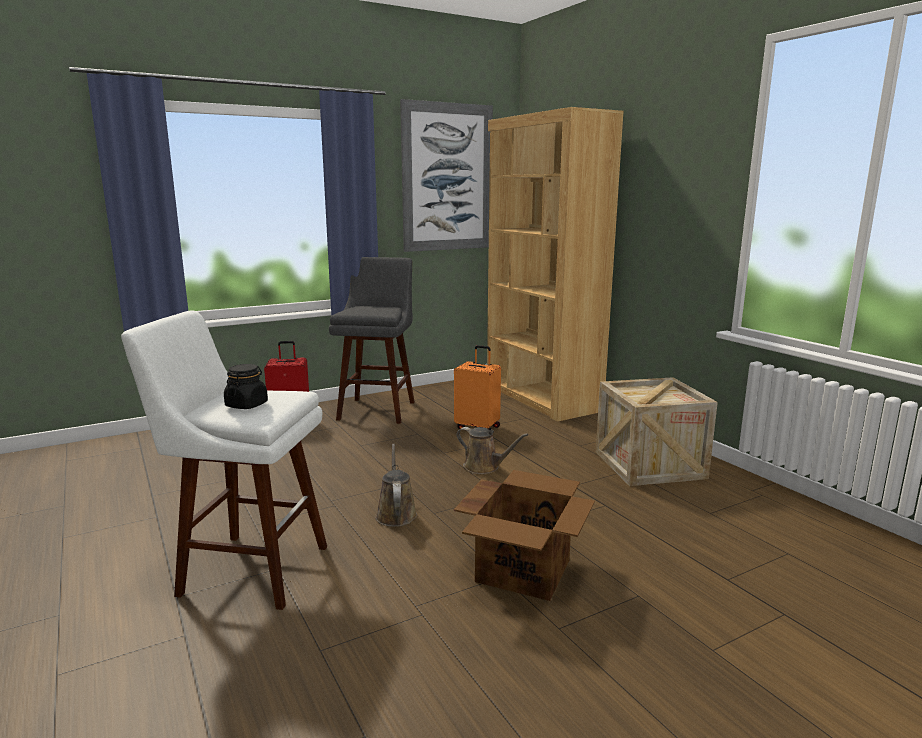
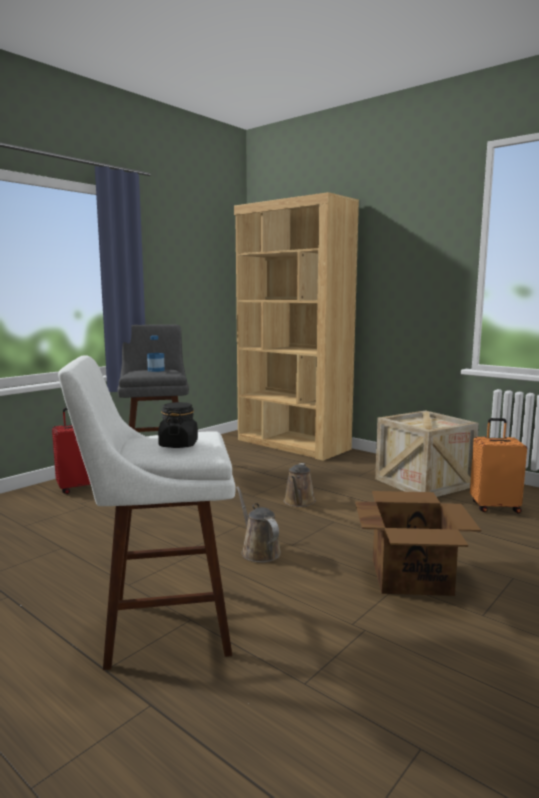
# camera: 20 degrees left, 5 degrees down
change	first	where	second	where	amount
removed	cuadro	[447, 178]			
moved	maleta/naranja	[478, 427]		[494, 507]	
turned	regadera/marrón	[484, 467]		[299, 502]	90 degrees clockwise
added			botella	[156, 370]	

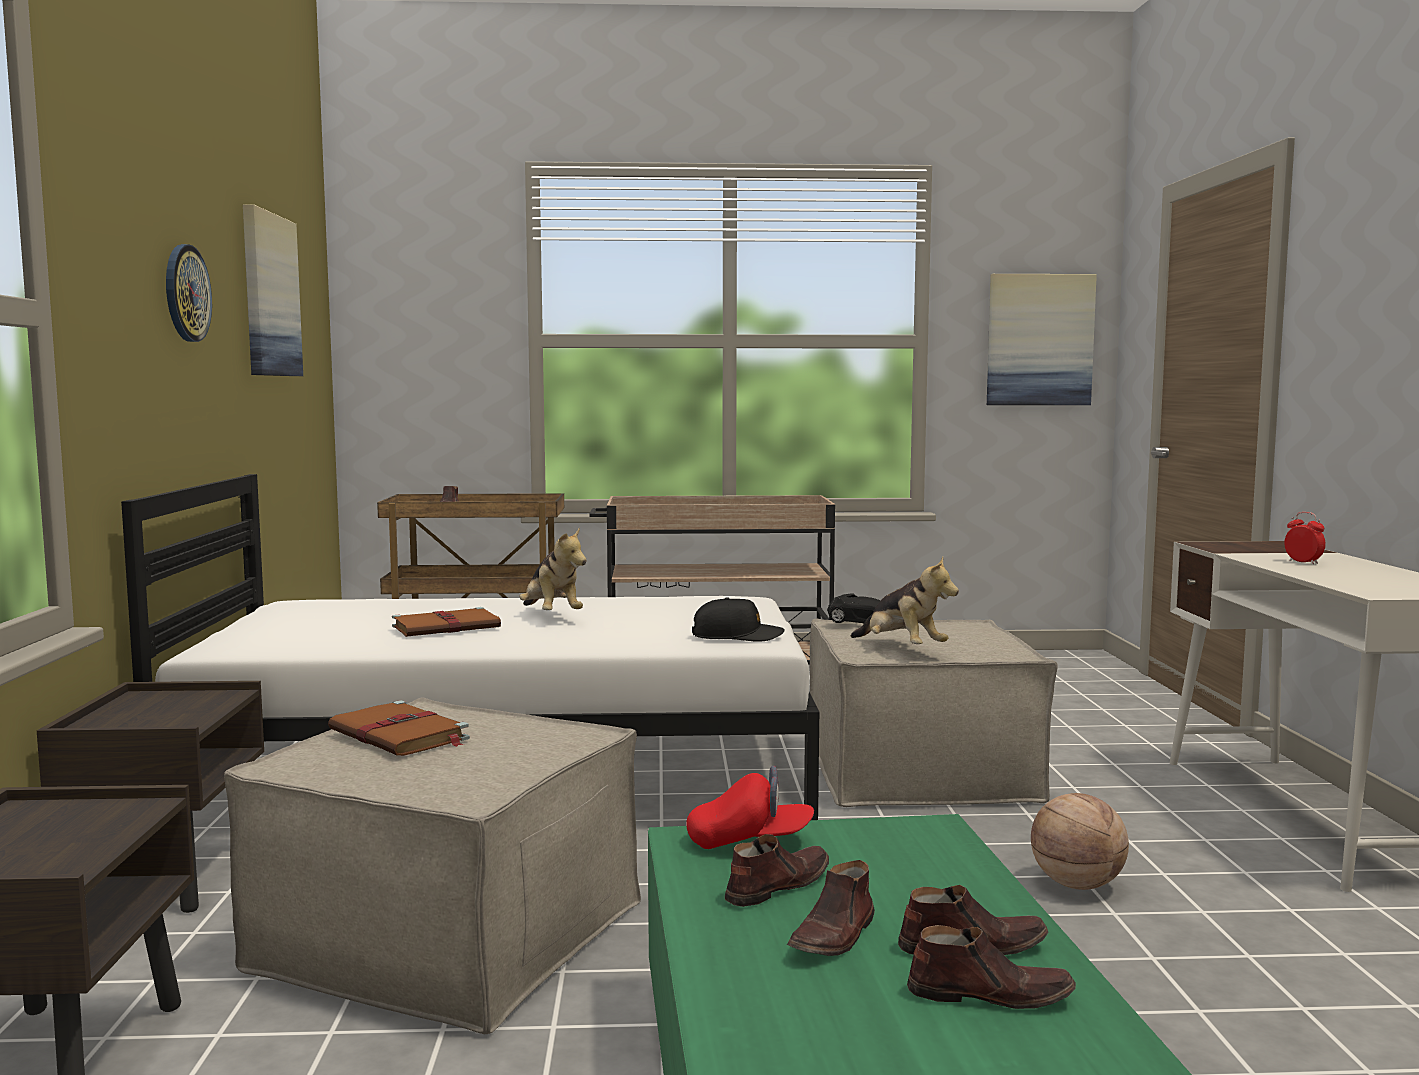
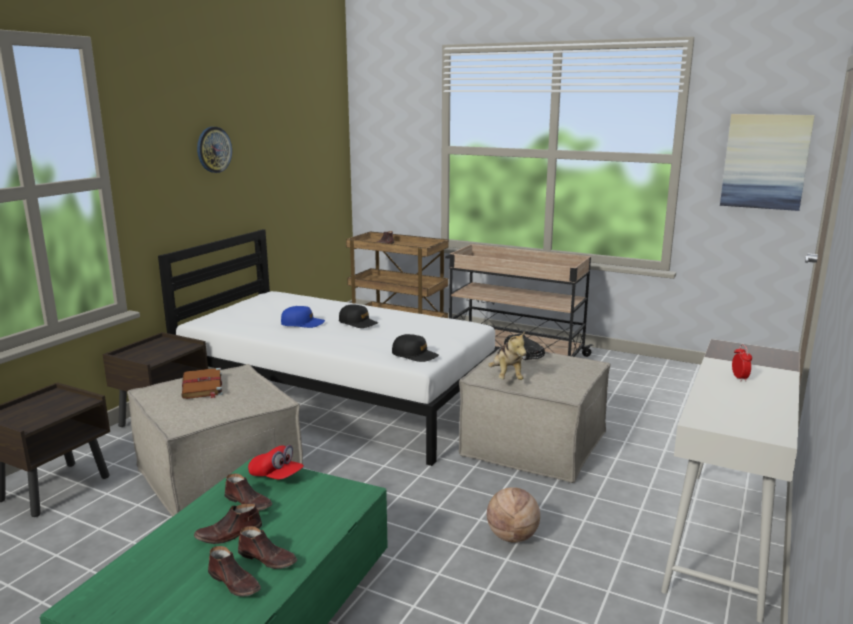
# camera: 30 degrees right, 10 degrees up
change	first	where	second	where	amount
removed	cuadro	[269, 295]			
replaced	libro/marrón	[448, 627]	gorra/azul	[302, 323]	
replaced	peluche	[551, 615]	gorra/negro	[358, 323]	
turned	zapato/marrón	[776, 886]		[249, 502]	45 degrees clockwise

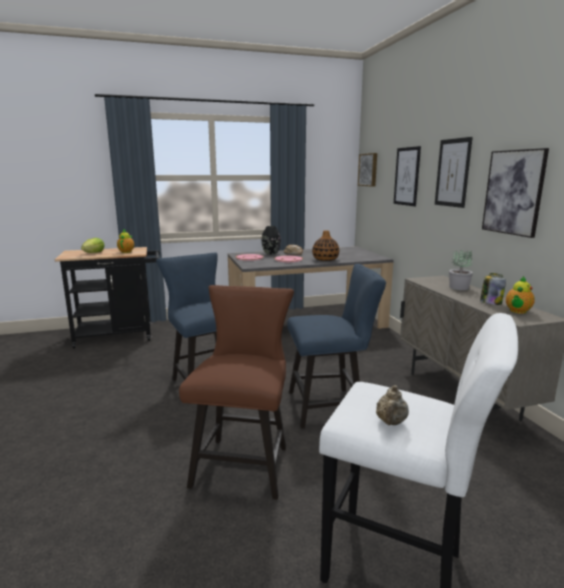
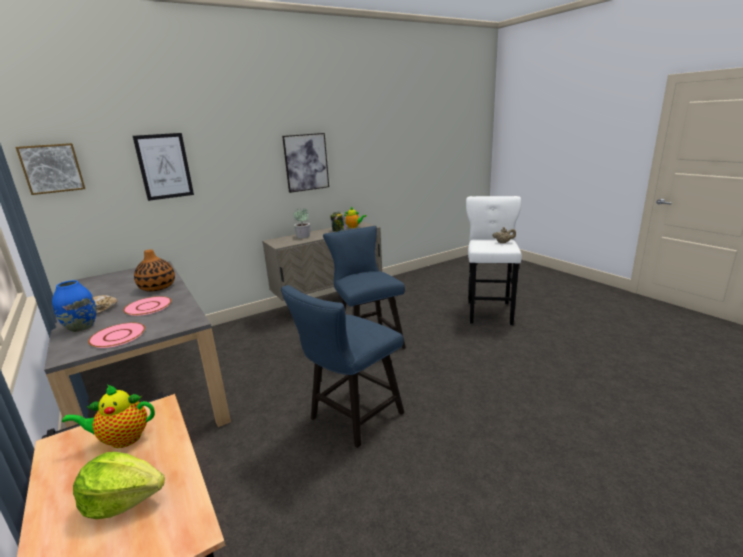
# camera: 105 degrees left, 5 degrees up
change	first	where	second	where	amount
removed	silla/marrón	[244, 461]			
recoloured	florero/negro	[271, 253]	florero/azul	[81, 327]	
removed	cuadro	[452, 173]			

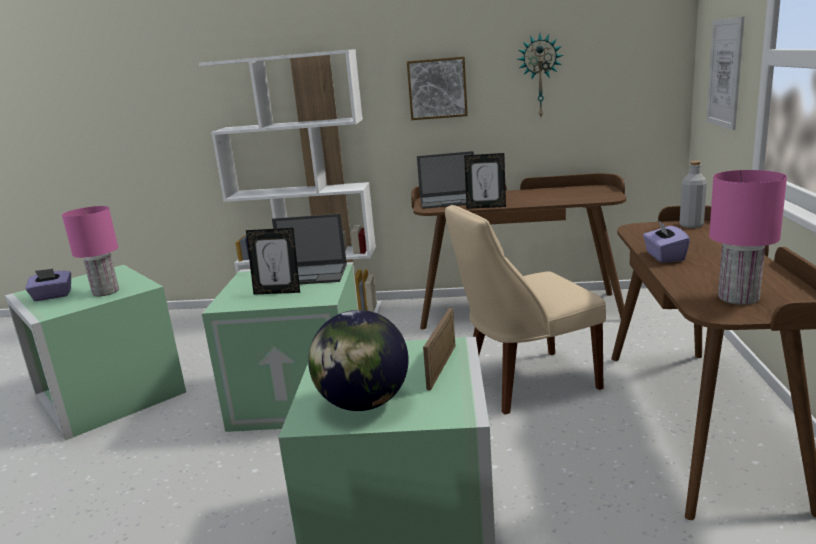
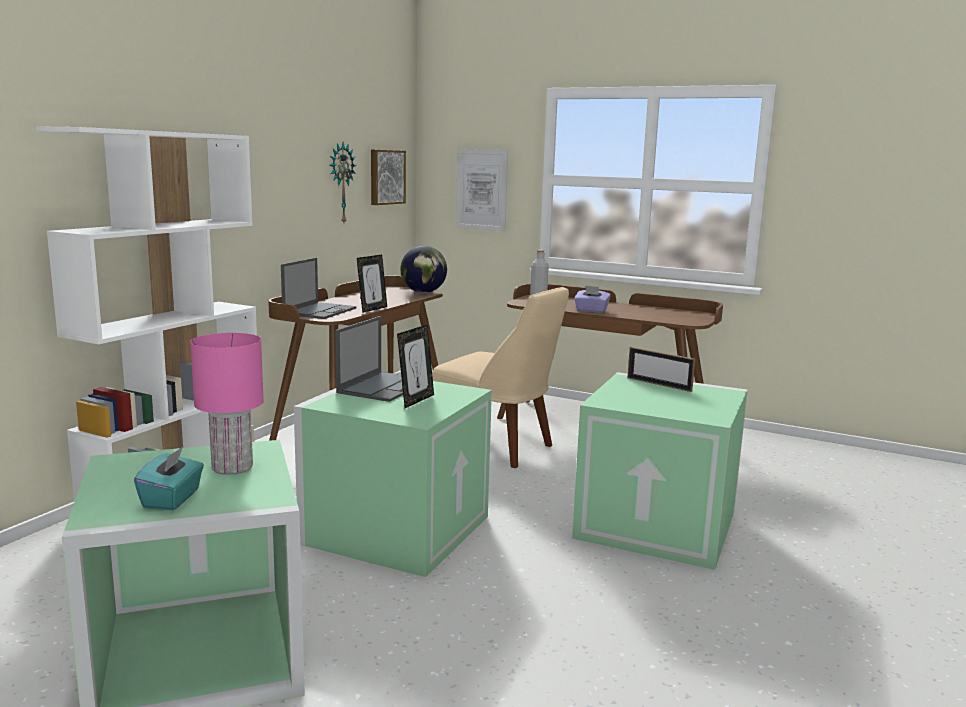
# camera: 70 degrees left, 5 degrees down
change	first	where	second	where	amount
recoloured	caja de pañuelos/morado	[52, 296]	caja de pañuelos/turquesa	[172, 499]	
moved	globo terráqueo	[363, 404]		[423, 292]	
moved	cuadro	[437, 88]		[386, 177]	
turned	silla/beis	[525, 383]		[498, 448]	60 degrees counterclockwise
removed	lámpara de mesa/rosa	[737, 298]			

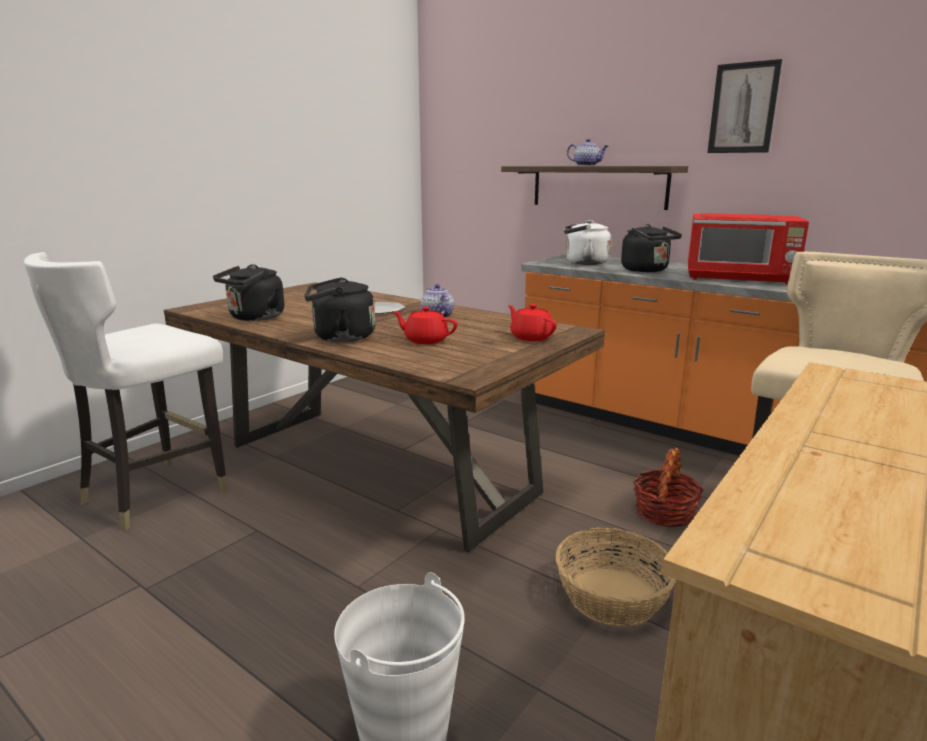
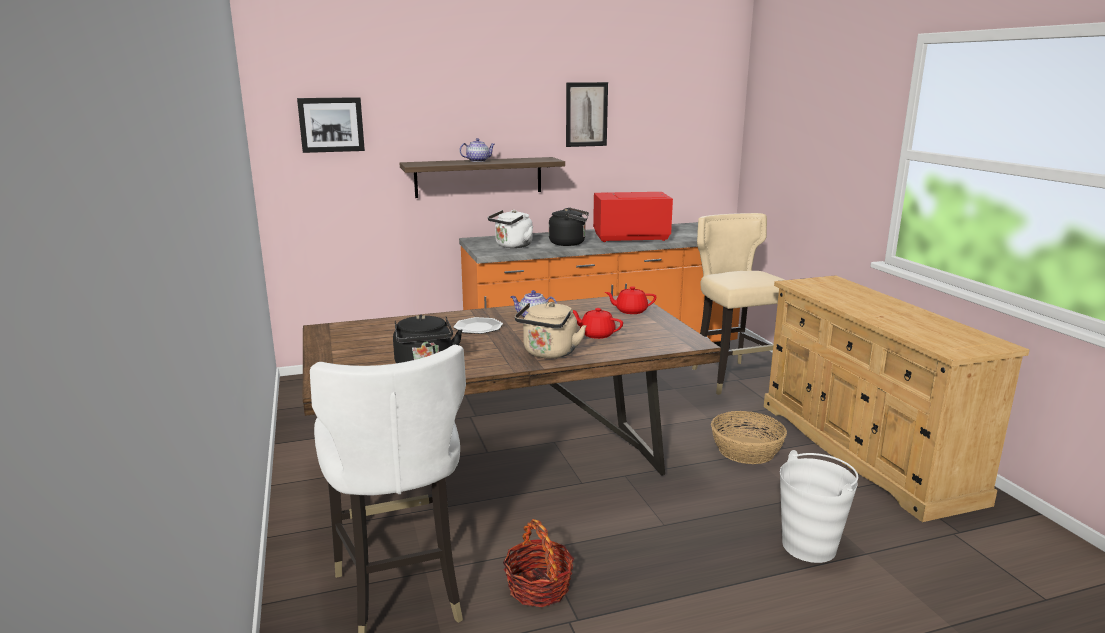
# camera: 55 degrees left, 0 degrees up
change	first	where	second	where	amount
recoloured	hervidor/negro	[340, 337]	hervidor/beis	[549, 353]	
turned	tetera/rojo	[425, 340]		[596, 334]	60 degrees clockwise
moved	cesta	[664, 512]		[539, 587]	
turned	microondas/rojo	[739, 278]		[629, 237]	150 degrees counterclockwise
added			cuadro	[331, 124]	

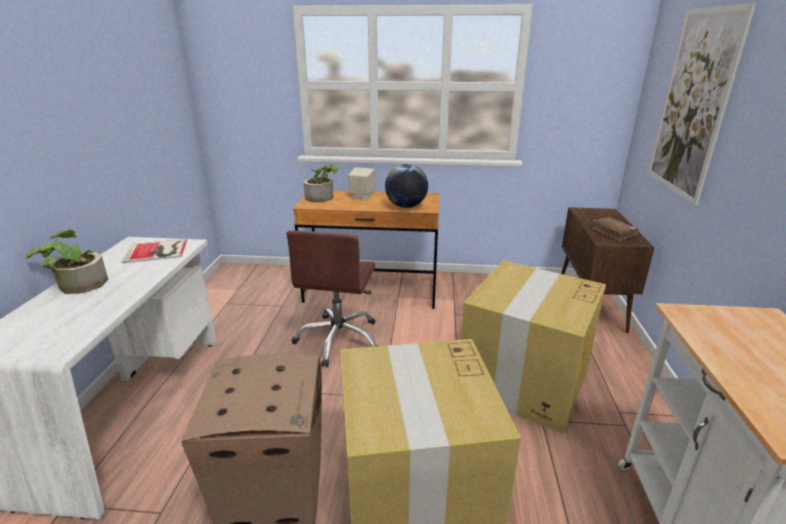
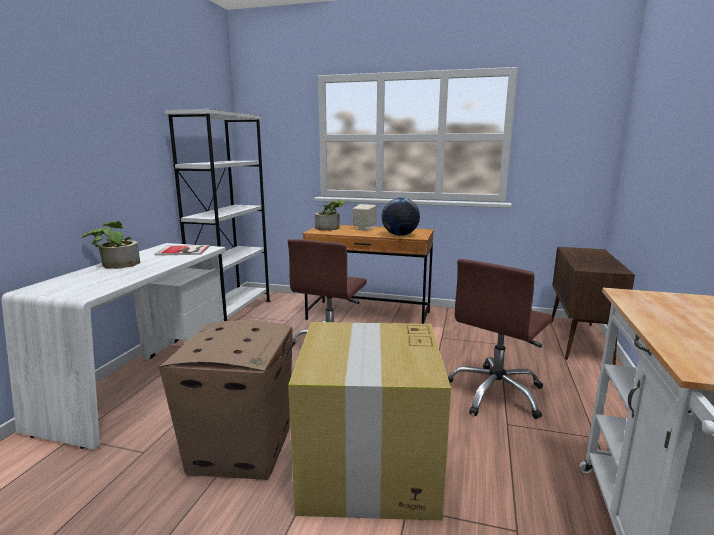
# camera: 10 degrees right, 10 degrees down
change	first	where	second	where	amount
replaced	caja de cartón	[523, 382]	silla de oficina/marrón	[496, 393]	
removed	libro/marrón	[613, 233]			
removed	cuadro	[692, 104]			
added			estantería/blanco	[233, 313]	

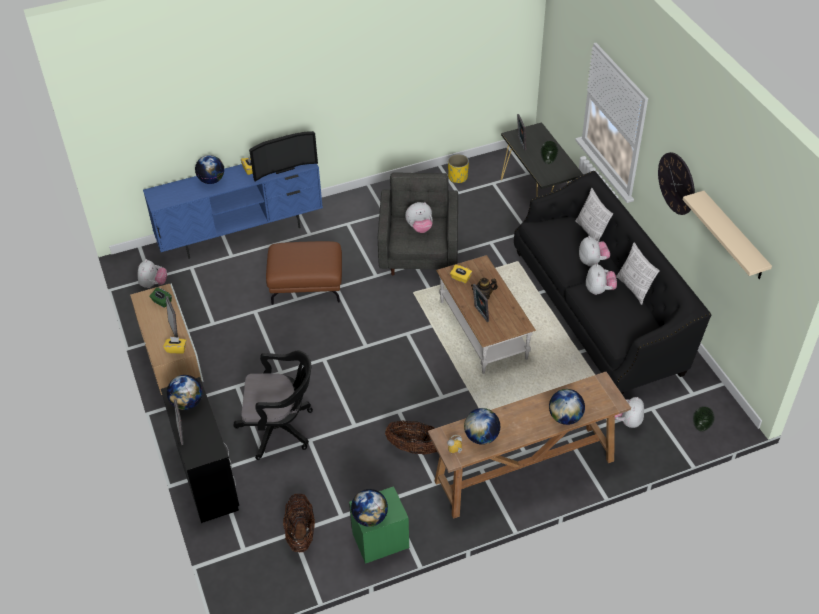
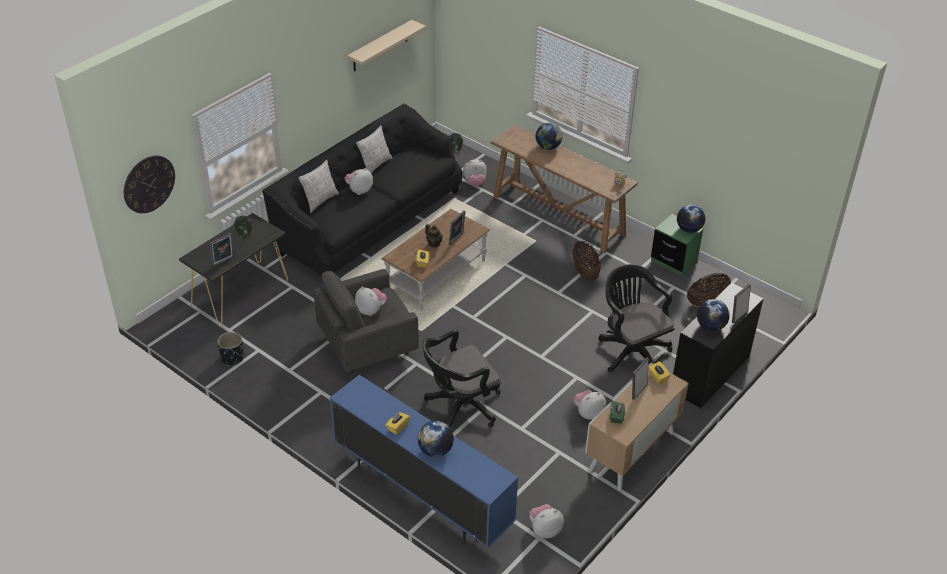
# camera: 120 degrees left, 5 degrees down
change	first	where	second	where	amount
removed	televisor	[283, 168]			
replaced	puf/marrón	[307, 284]	silla de oficina/negro	[460, 407]	
recoloured	maceta/amarillo	[458, 177]	maceta/negro	[232, 358]	
removed	globo terráqueo	[481, 437]			
moved	peluche	[599, 290]		[588, 413]	
moved	reloj de pared	[676, 183]		[149, 184]	

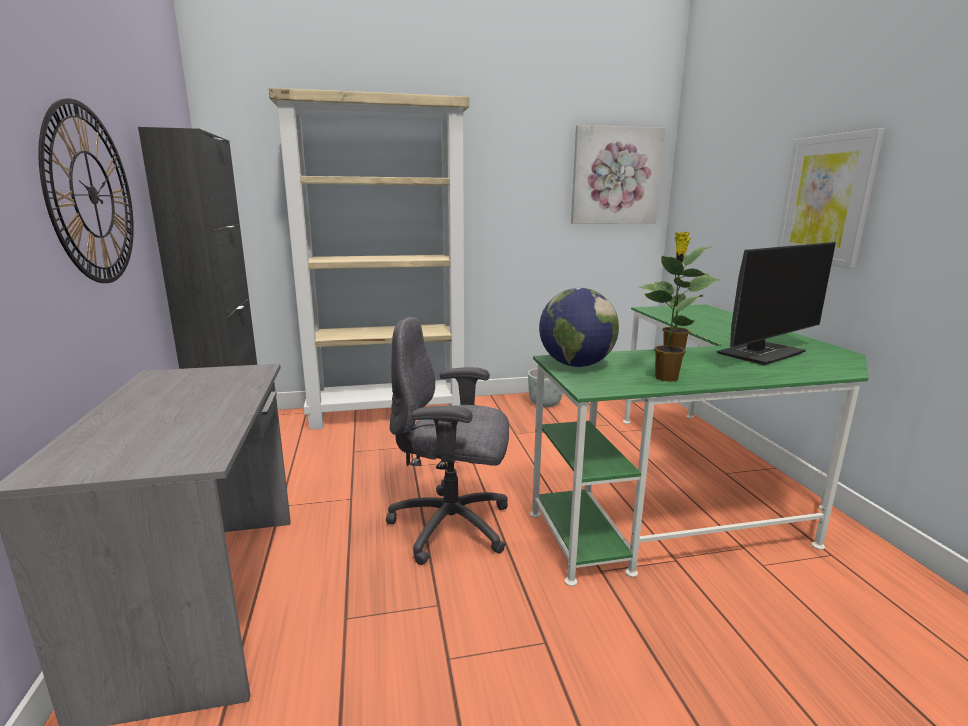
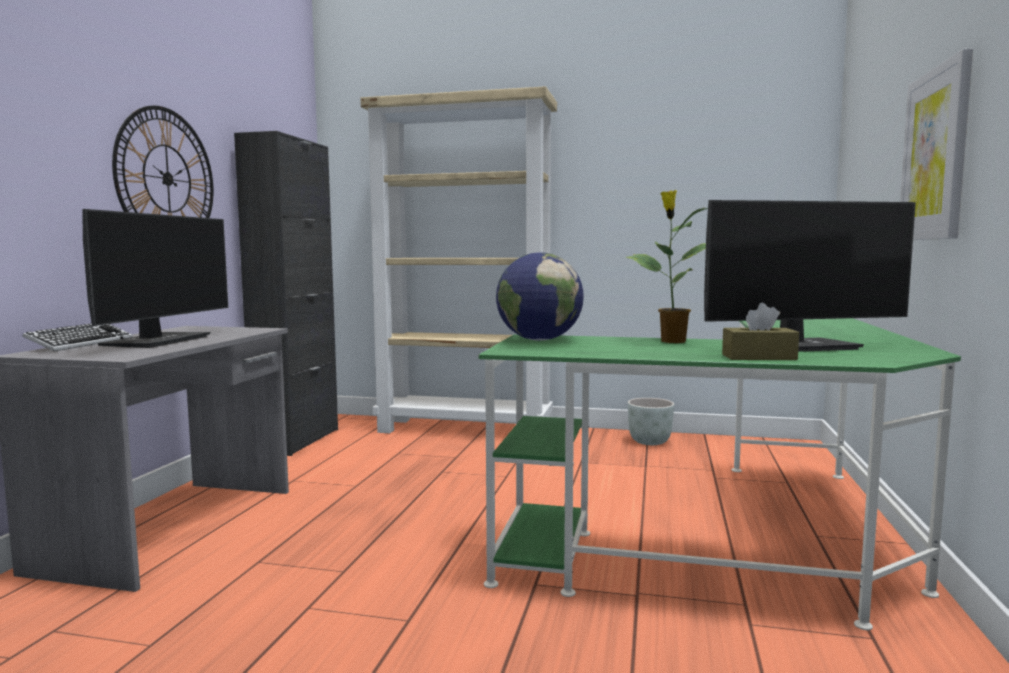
# camera: 25 degrees right, 10 degrees down
change	first	where	second	where	amount
removed	silla de oficina/gris	[452, 526]			
removed	cuadro	[615, 176]			
removed	planta en maceta	[666, 377]			
added			teclado	[81, 343]	
added			monitor	[158, 341]	
added			caja de pañuelos/marrón	[758, 357]	

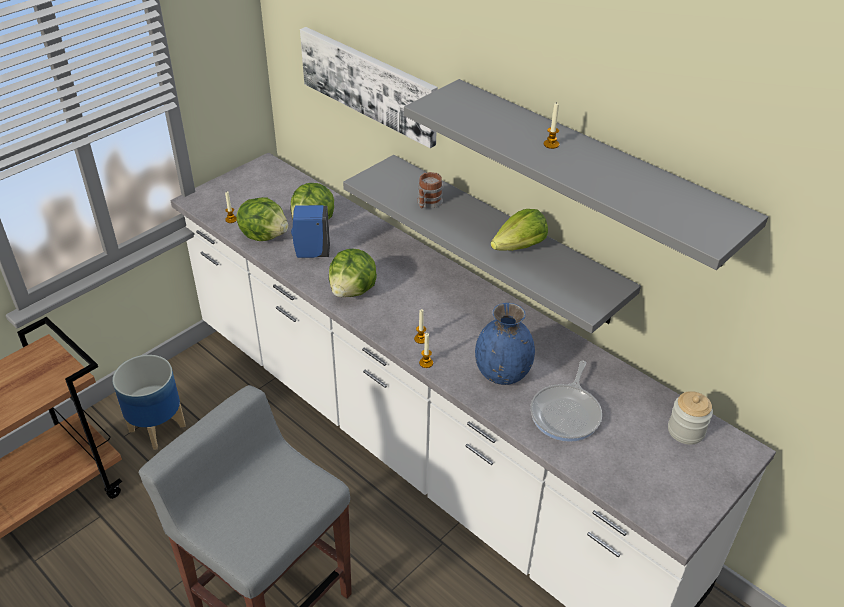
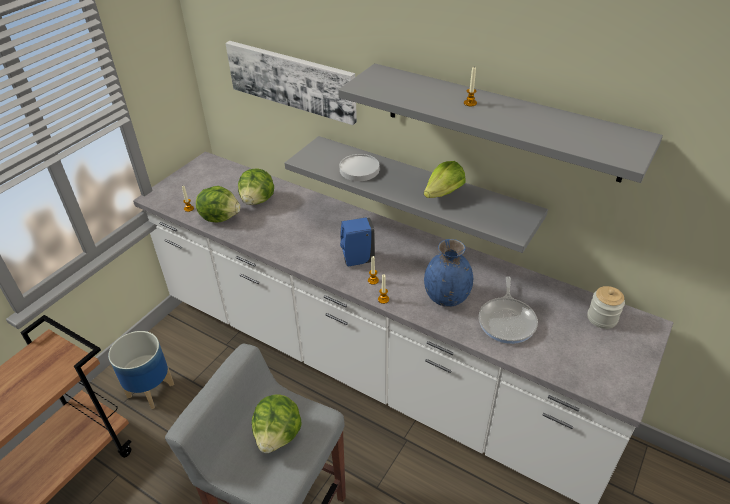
# camera: 10 degrees left, 0 degrees up
change	first	where	second	where	amount
moved	dispensador de jabón/azul	[311, 253]		[356, 260]	
moved	lechuga	[353, 291]		[278, 435]	
replaced	taza grande	[428, 203]	plato/blanco	[359, 170]	

